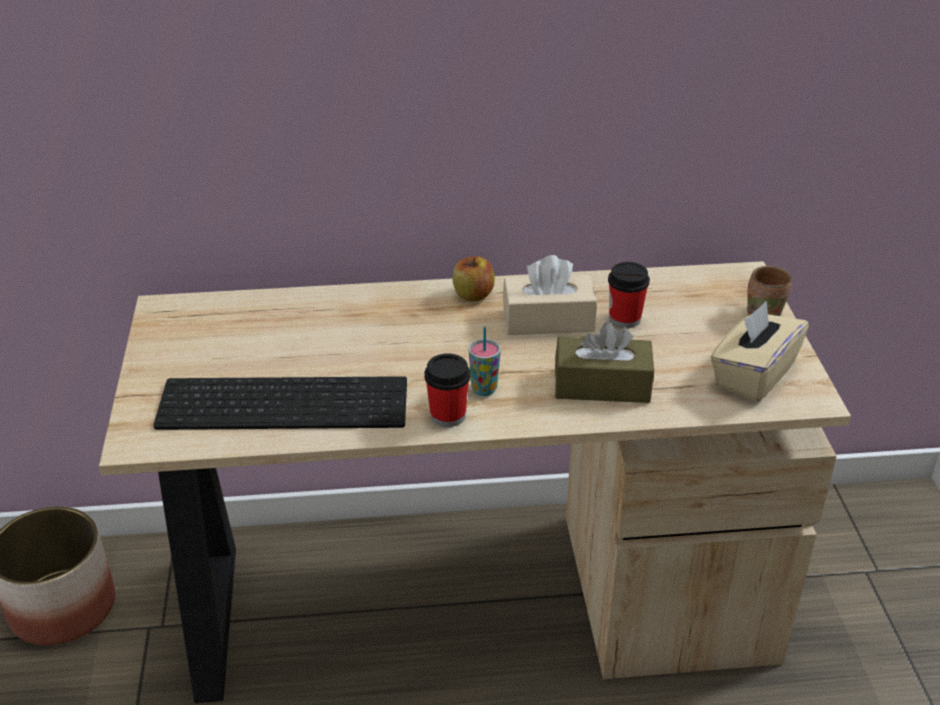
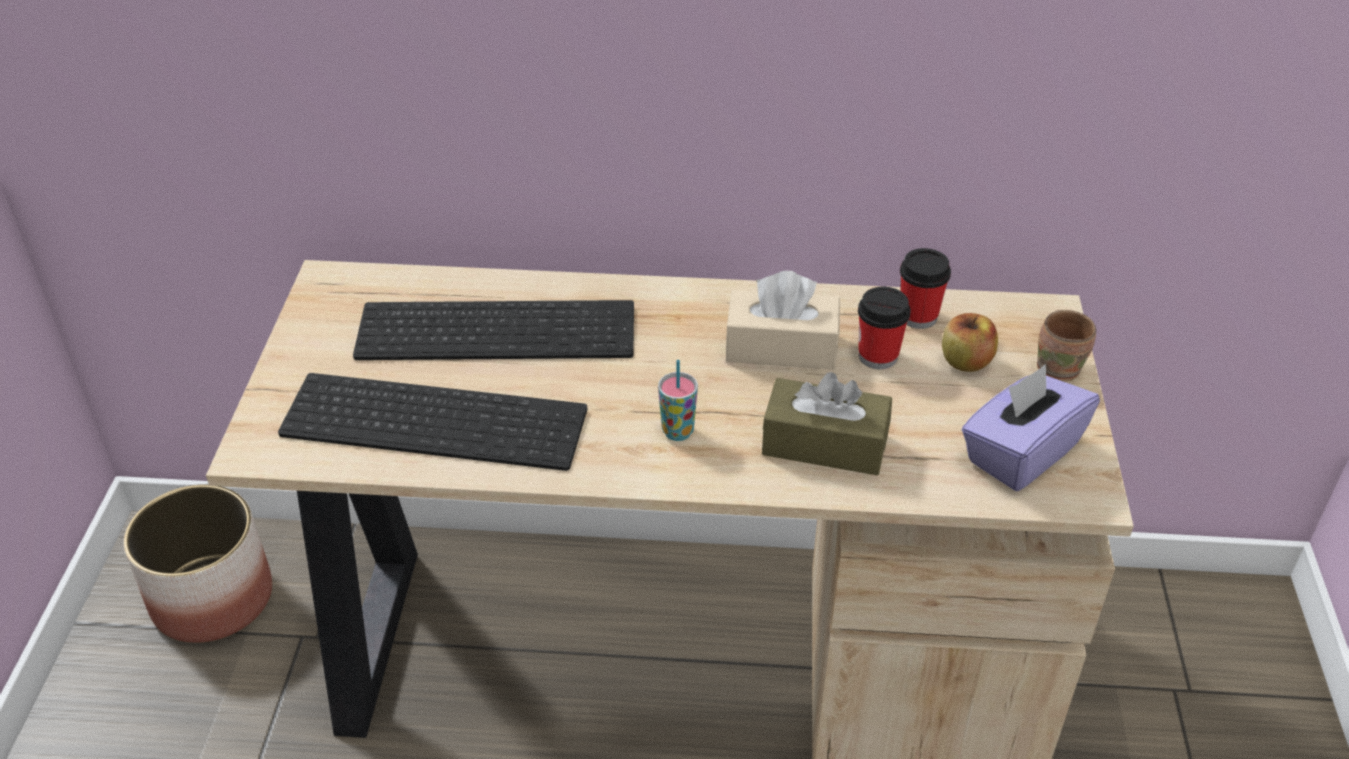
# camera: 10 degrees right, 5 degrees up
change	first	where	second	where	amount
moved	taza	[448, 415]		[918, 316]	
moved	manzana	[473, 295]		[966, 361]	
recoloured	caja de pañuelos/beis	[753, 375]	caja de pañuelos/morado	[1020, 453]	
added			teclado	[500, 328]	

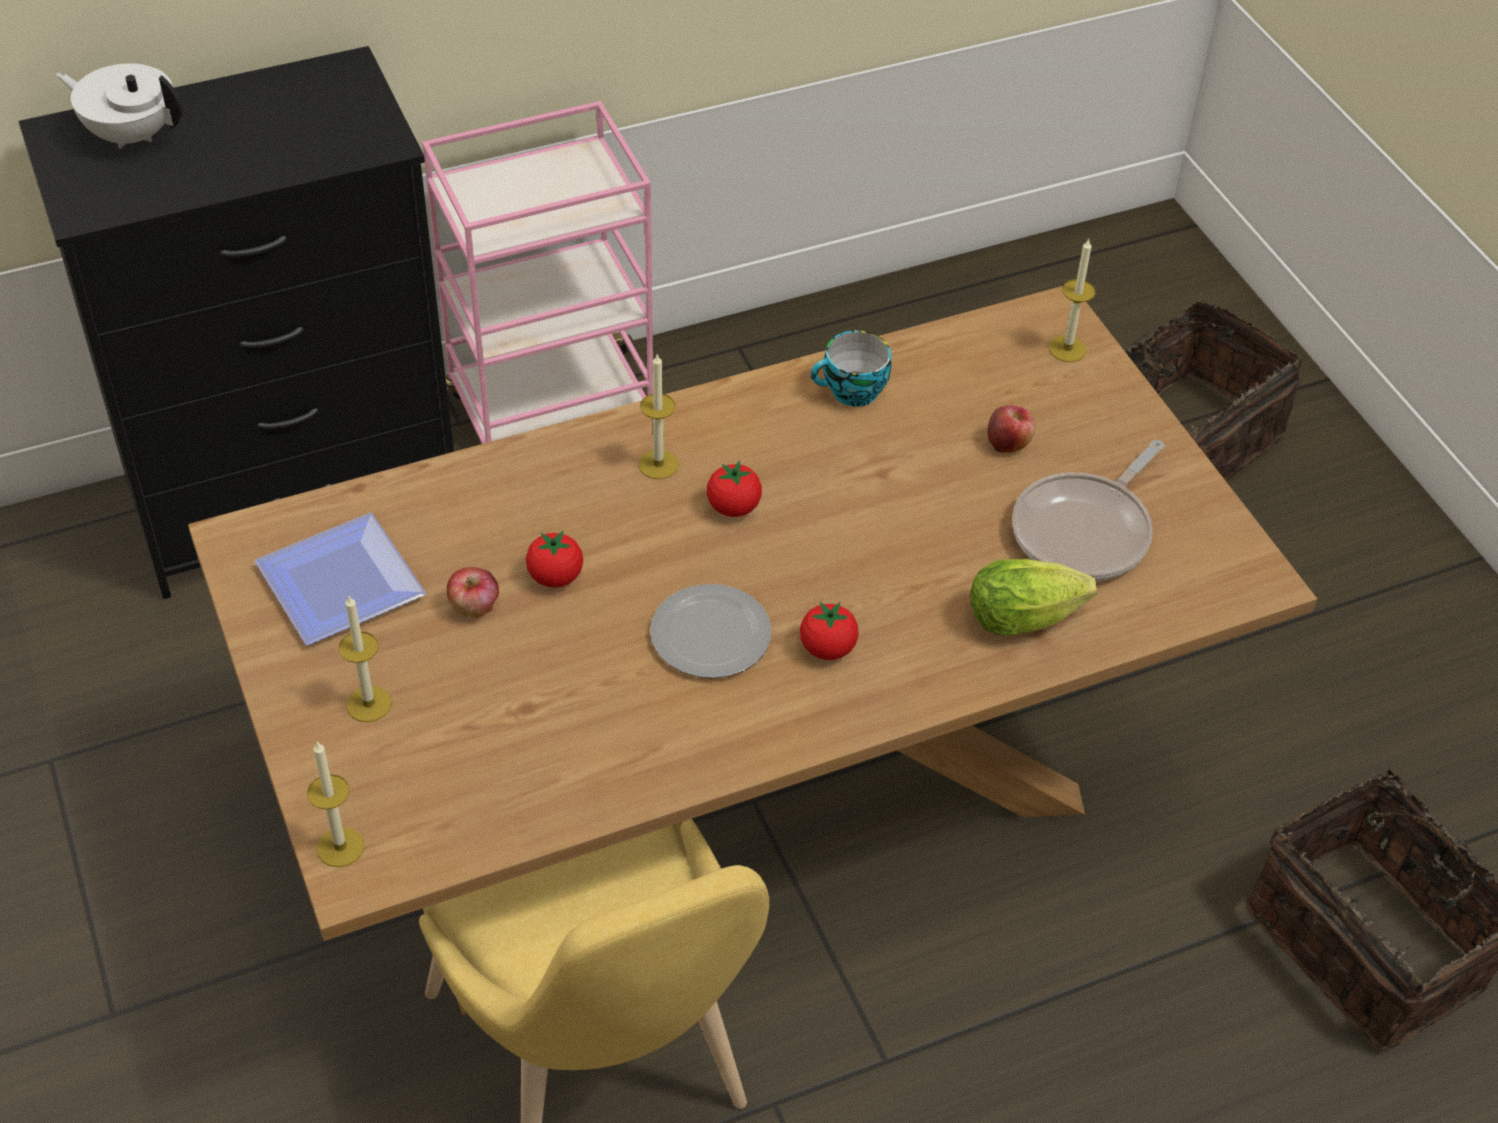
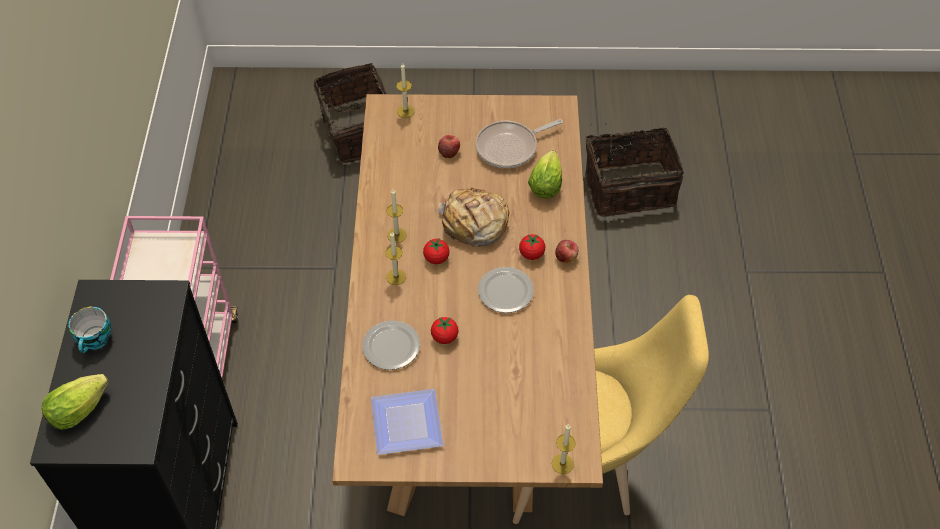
# camera: 65 degrees left, 5 degrees up
change	first	where	second	where	amount
replaced	tetera/blanco	[131, 134]	lechuga	[82, 408]	
moved	vela	[369, 704]		[396, 235]	
moved	manzana	[474, 606]		[566, 257]	
moved	taza	[851, 392]		[96, 340]	
turned	sartén	[1086, 531]		[510, 147]	90 degrees clockwise
added			plato	[391, 345]	
added			pan	[474, 224]	

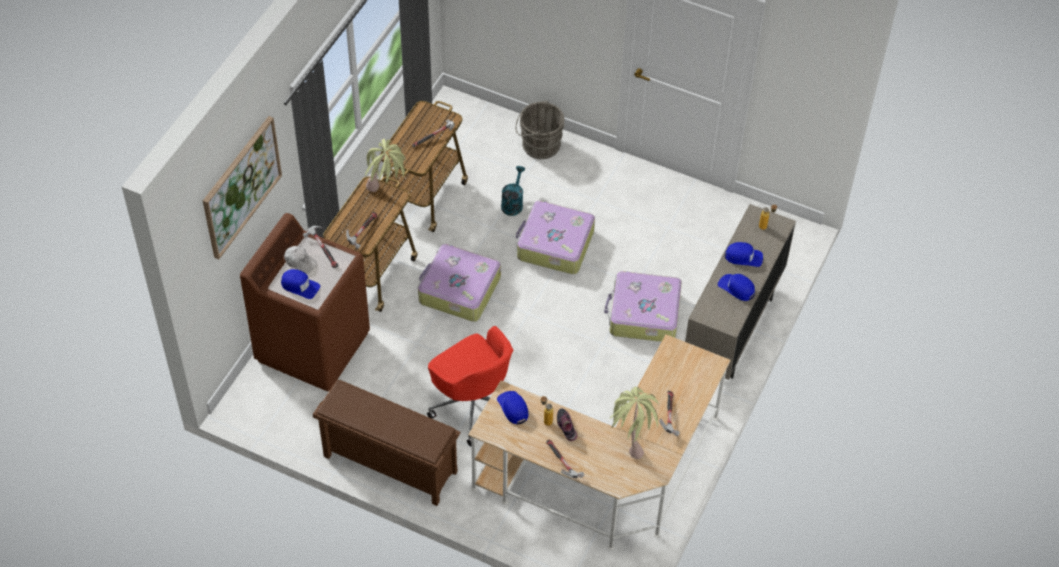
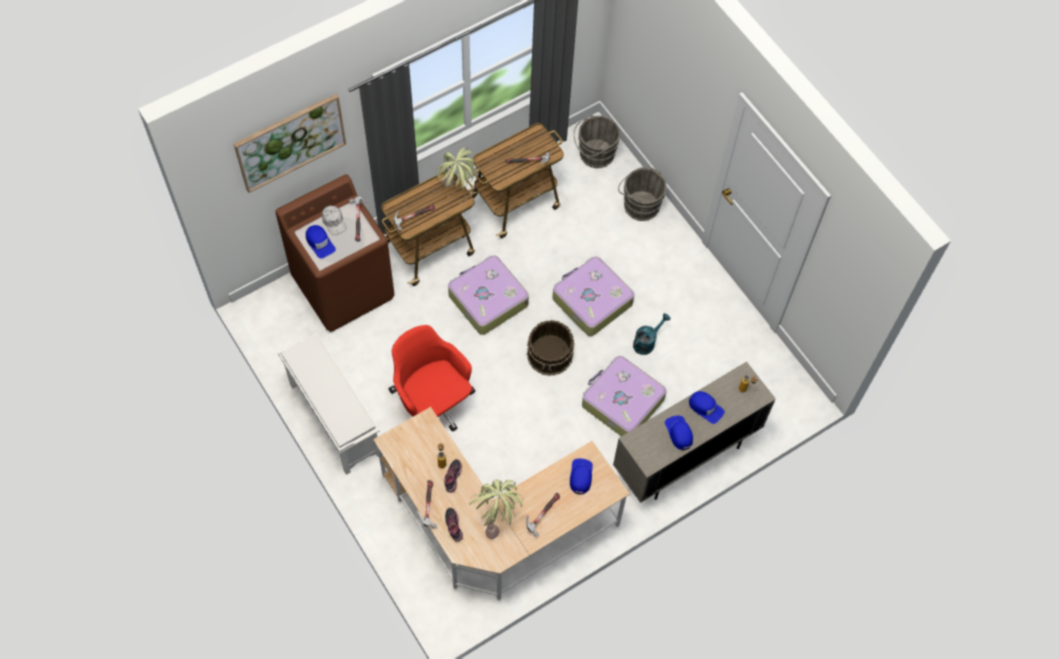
# camera: 30 degrees right, 10 degrees up
change	first	where	second	where	amount
recoloured	zapatero/marrón	[388, 464]	zapatero/blanco	[333, 419]	
turned	silla de oficina/rojo	[473, 403]		[432, 404]	150 degrees clockwise
moved	gorra/azul	[513, 408]		[580, 476]	
moved	regadera/turquesa	[513, 203]		[647, 342]	
added			zapato	[454, 526]	
added			cubo/marrón	[550, 354]	
added			cubo/gris	[594, 155]	

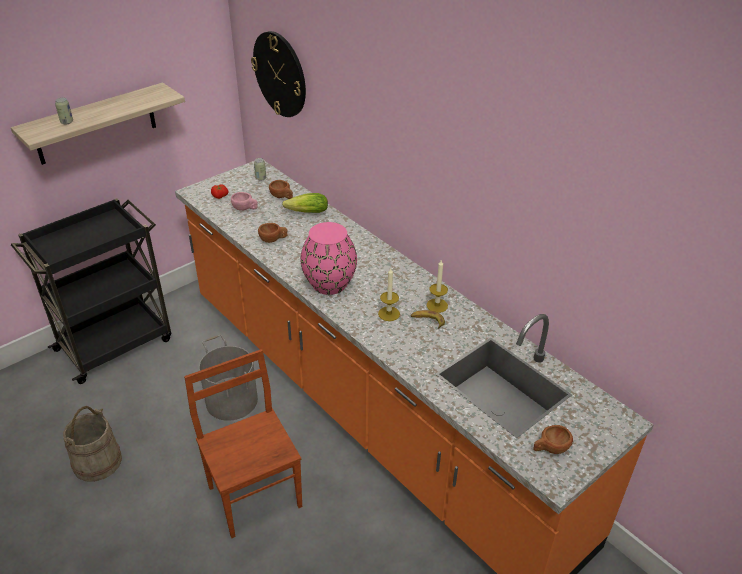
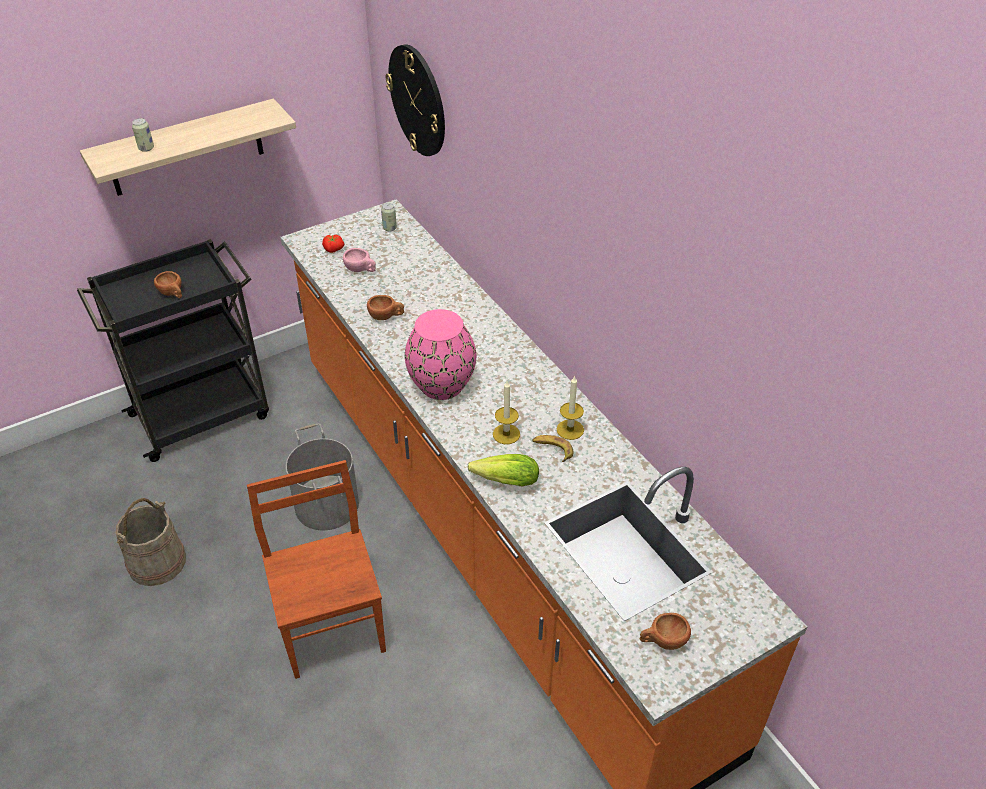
# camera: 10 degrees right, 5 degrees up
change	first	where	second	where	amount
moved	taza/marrón	[282, 197]		[173, 294]	
moved	lechuga	[305, 213]		[502, 481]	

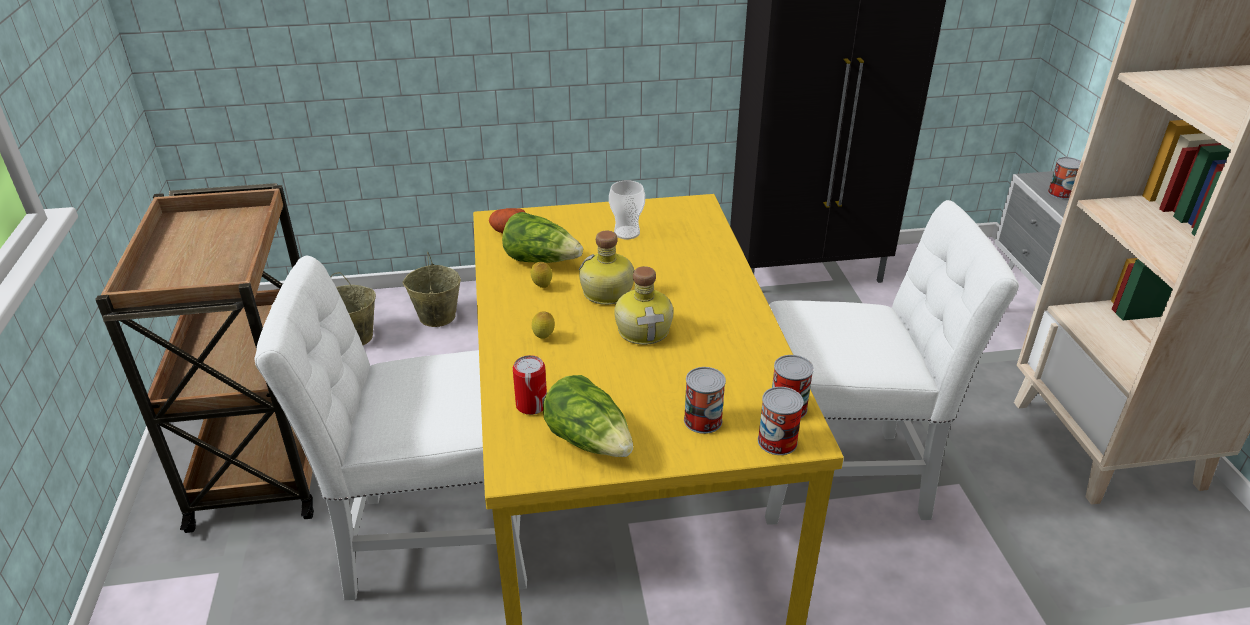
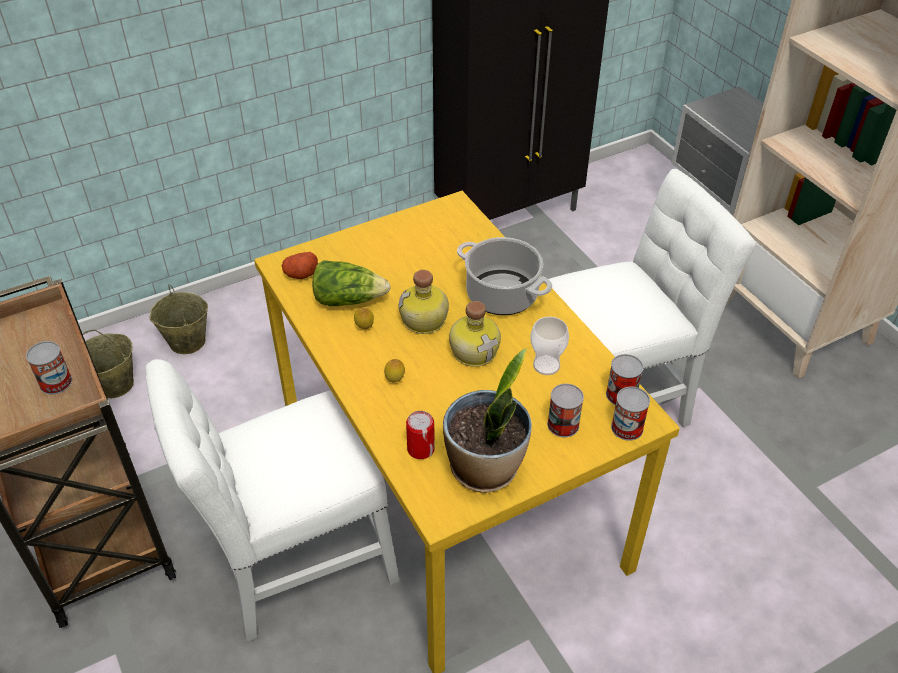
# camera: 20 degrees left, 10 degrees up
change	first	where	second	where	amount
replaced	lechuga	[590, 441]	planta en maceta	[485, 469]	
moved	taza	[626, 233]		[546, 365]	
moved	lata	[1060, 193]		[56, 382]	
added			olla	[501, 295]	

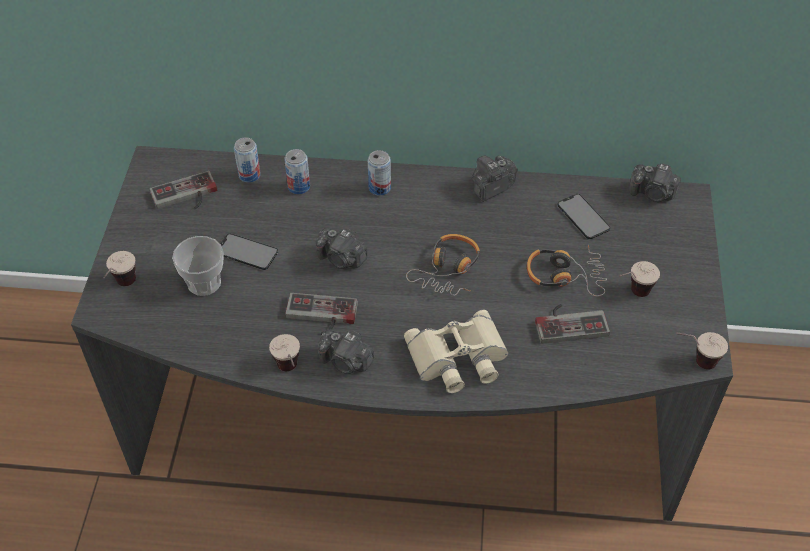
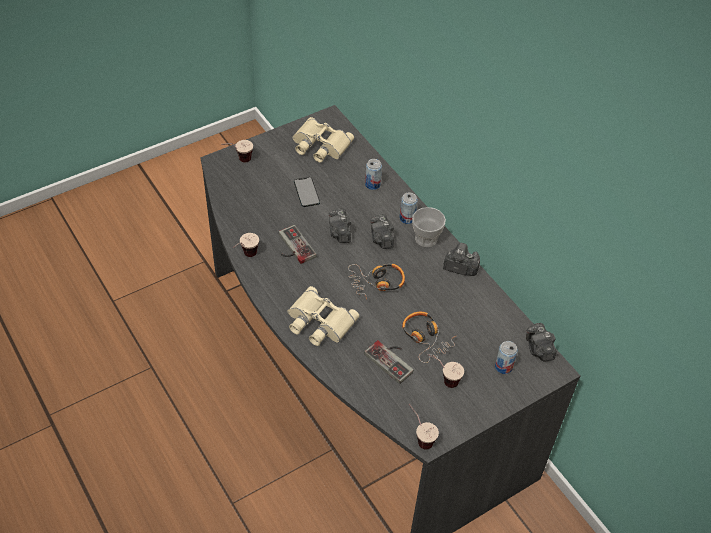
# camera: 50 degrees right, 0 degrees up
change	first	where	second	where	amount
replaced	mando de consola	[186, 196]	prismáticos/beis	[319, 145]	
moved	taza	[204, 283]		[426, 239]	
moved	lata	[249, 175]		[503, 367]	
moved	cámara	[346, 362]		[381, 239]	
removed	móvil	[583, 216]			

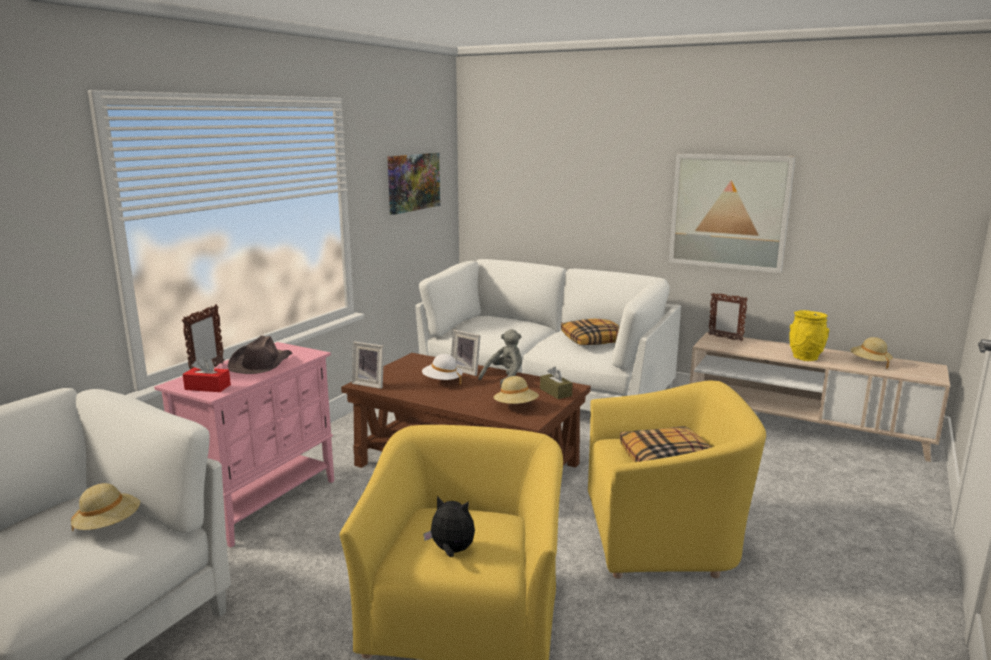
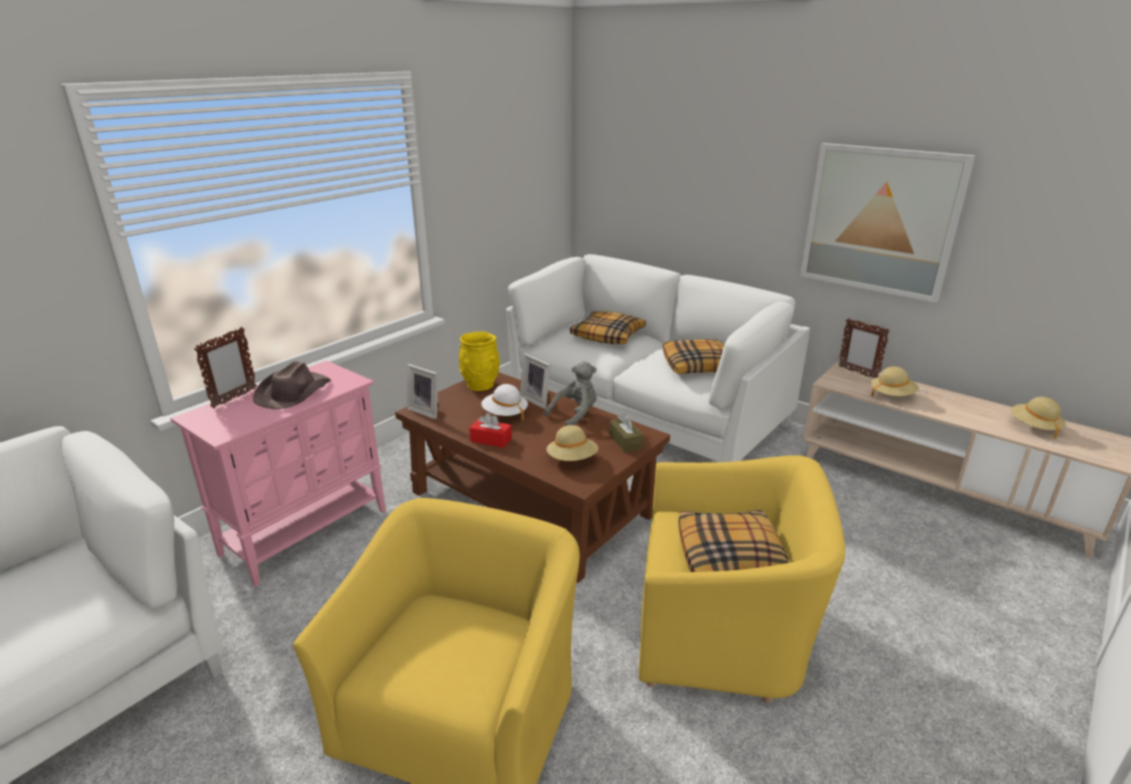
# camera: 10 degrees right, 10 degrees up
change	first	where	second	where	amount
moved	sombrero/beis	[108, 525]		[891, 395]	
moved	caja de pañuelos/rojo	[207, 387]		[491, 440]	
removed	cuadro	[413, 182]			
removed	peluche	[451, 551]			
moved	florero/amarillo	[805, 357]		[480, 385]	
added			cojín	[608, 336]	

